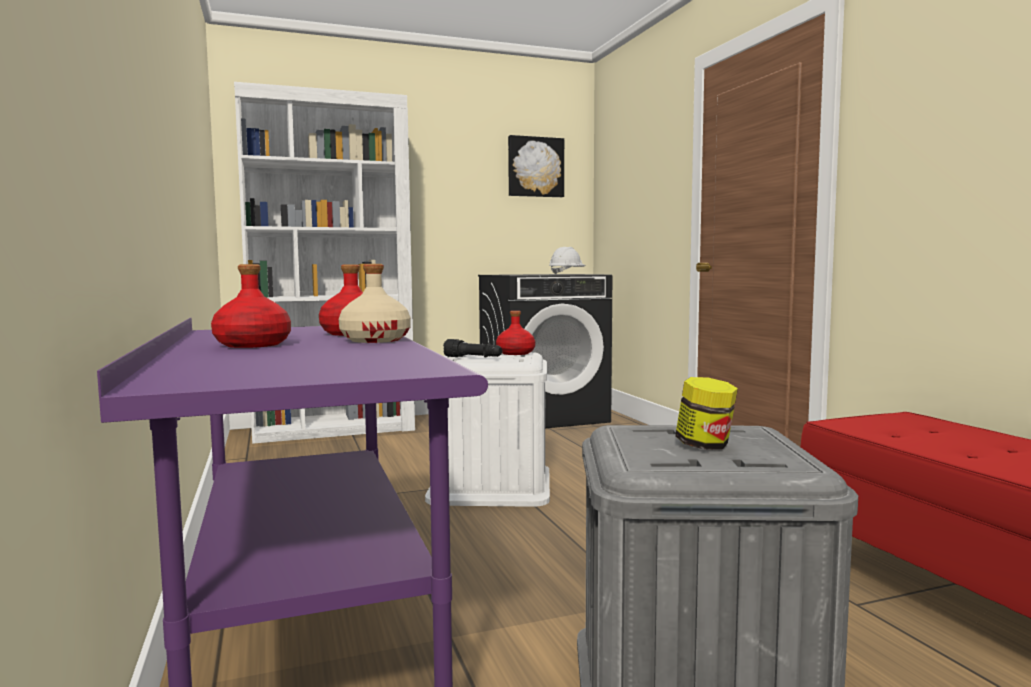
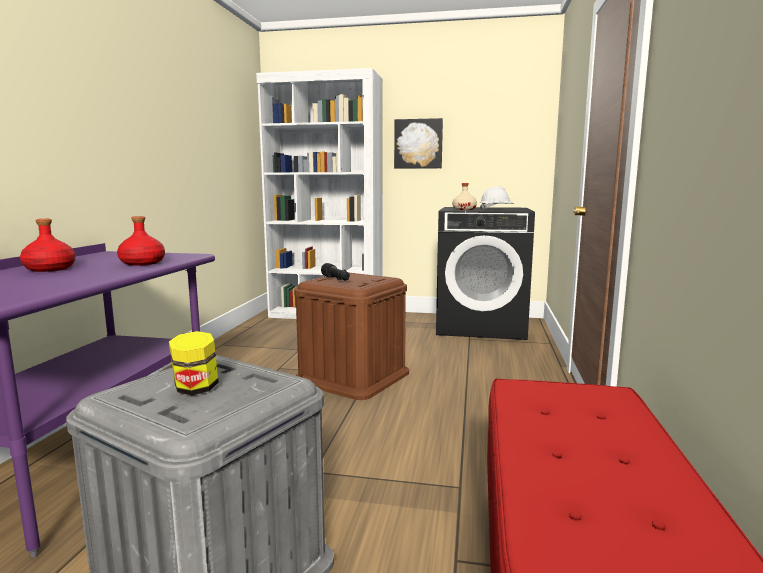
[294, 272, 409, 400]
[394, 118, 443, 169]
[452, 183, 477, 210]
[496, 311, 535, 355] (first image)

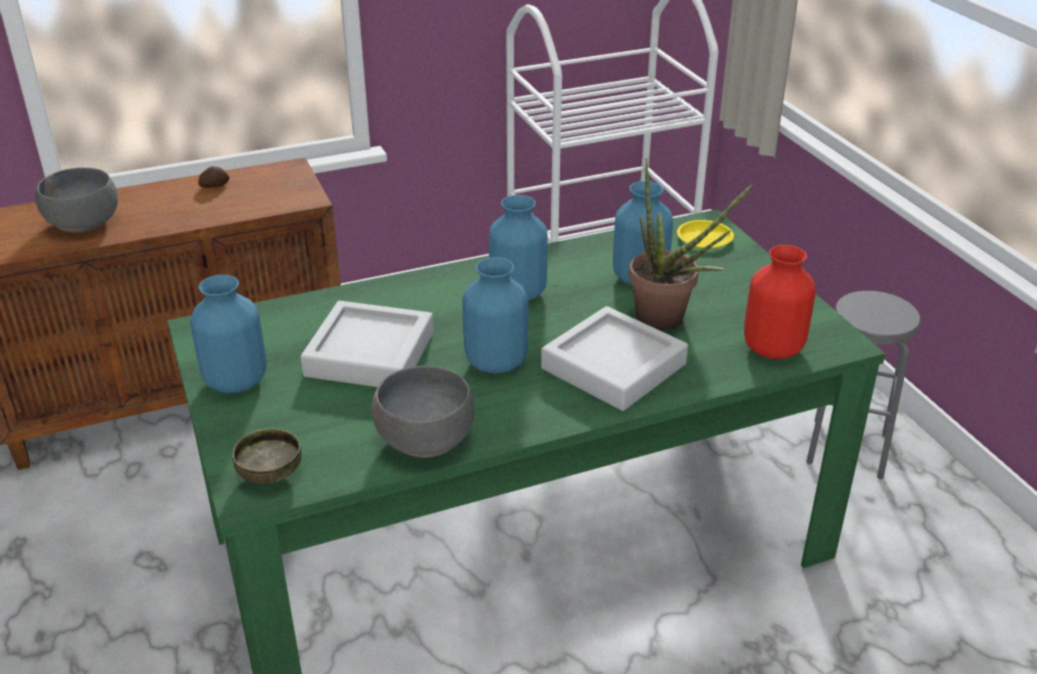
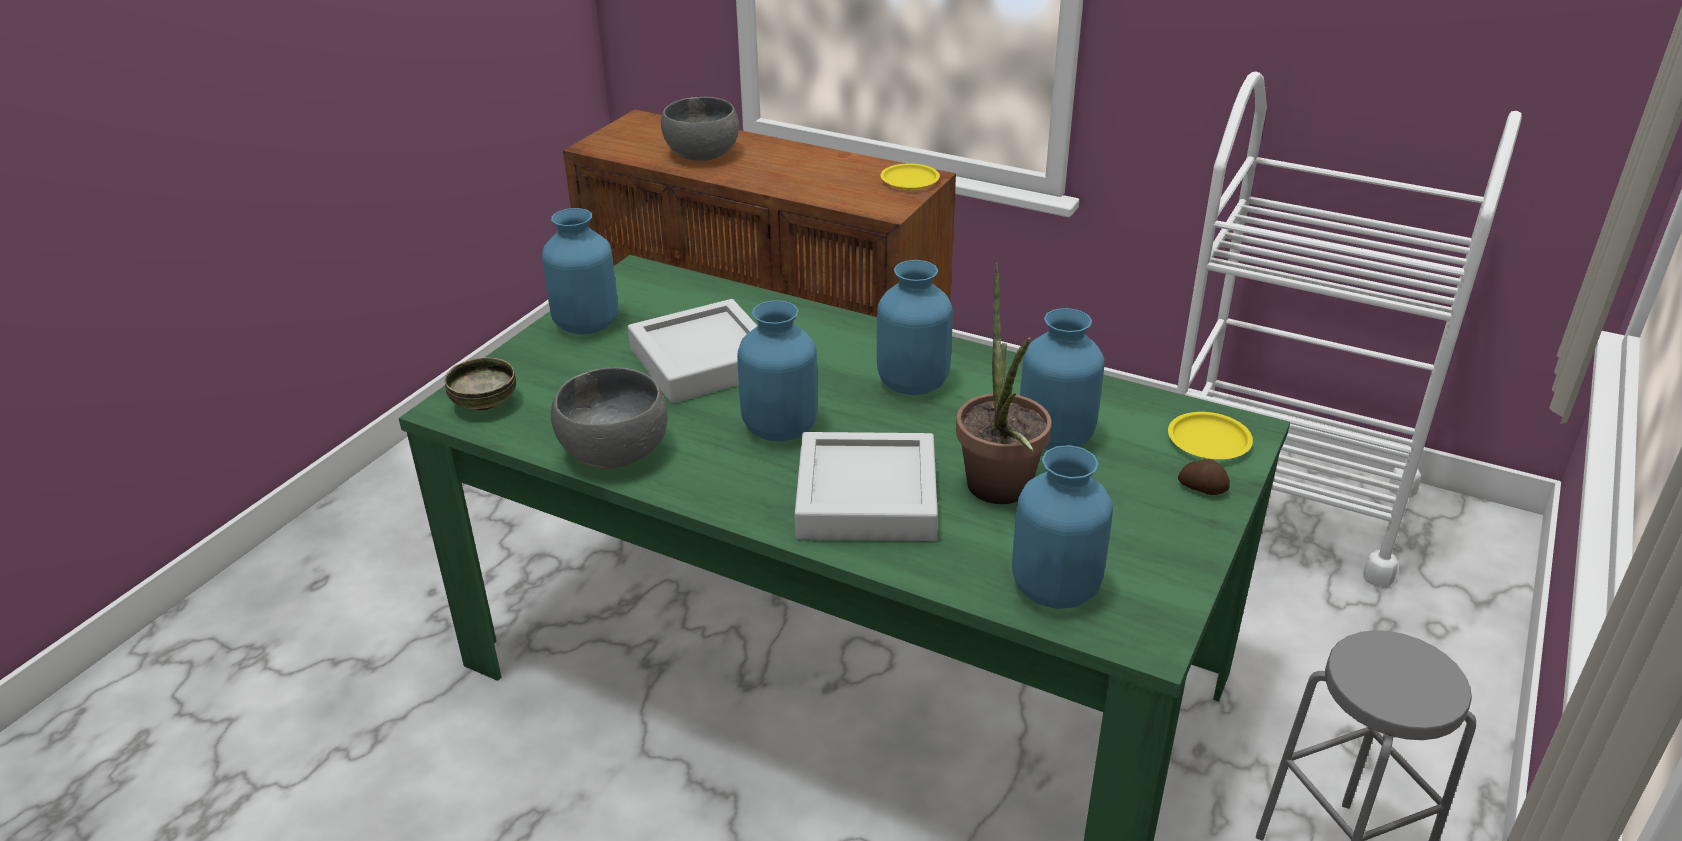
[880, 163, 940, 189]
[1012, 445, 1113, 609]
[1178, 459, 1230, 495]

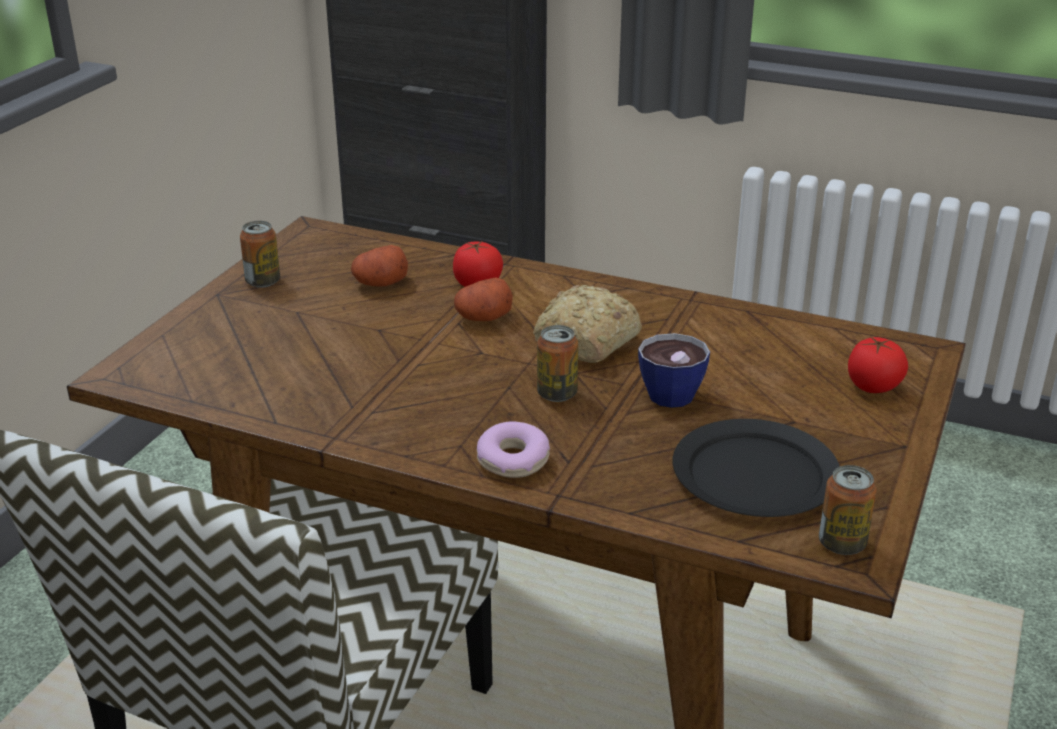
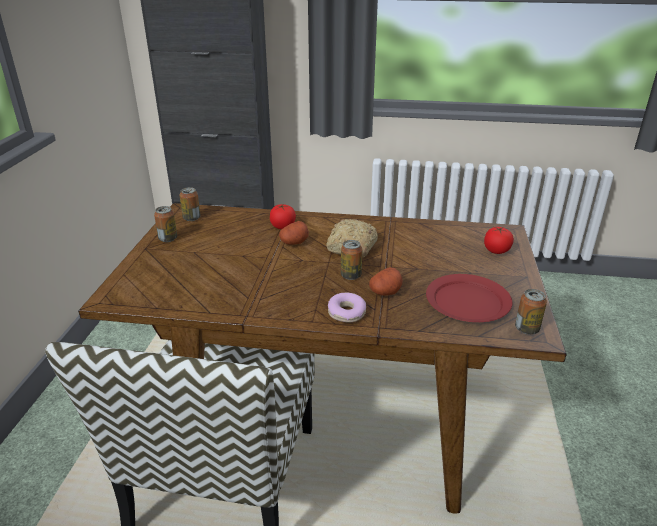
[179, 187, 201, 221]
[369, 267, 403, 296]
[426, 274, 513, 322]
[638, 333, 710, 408] (first image)

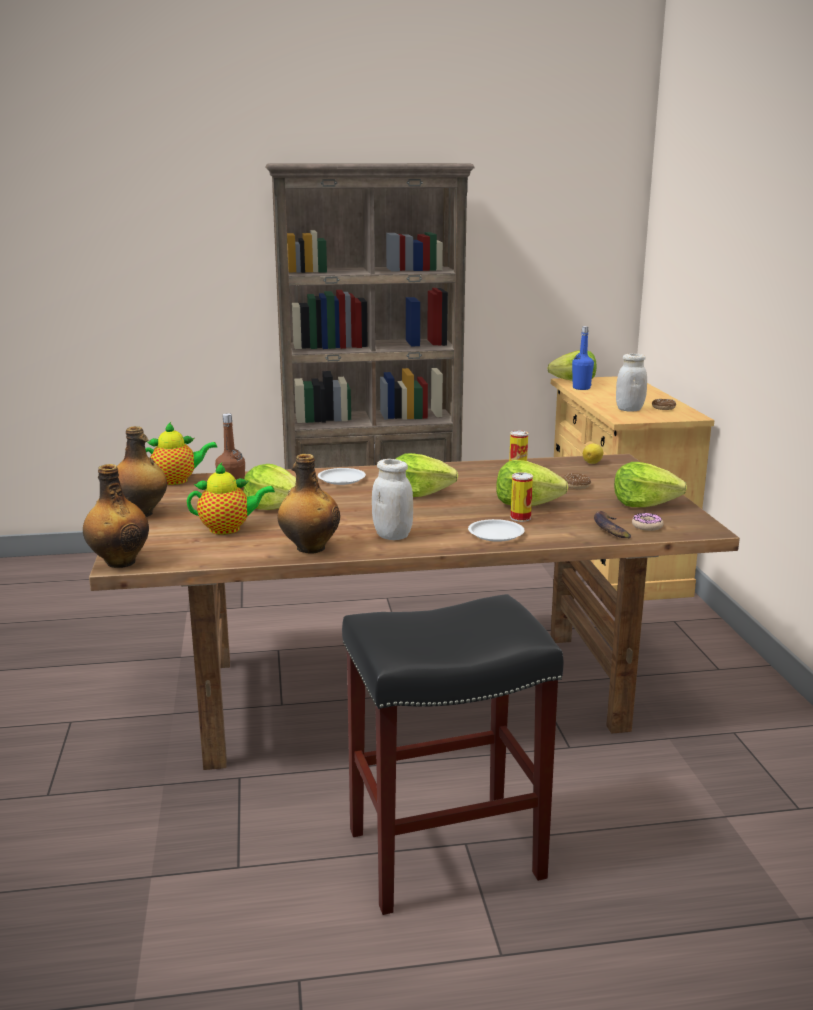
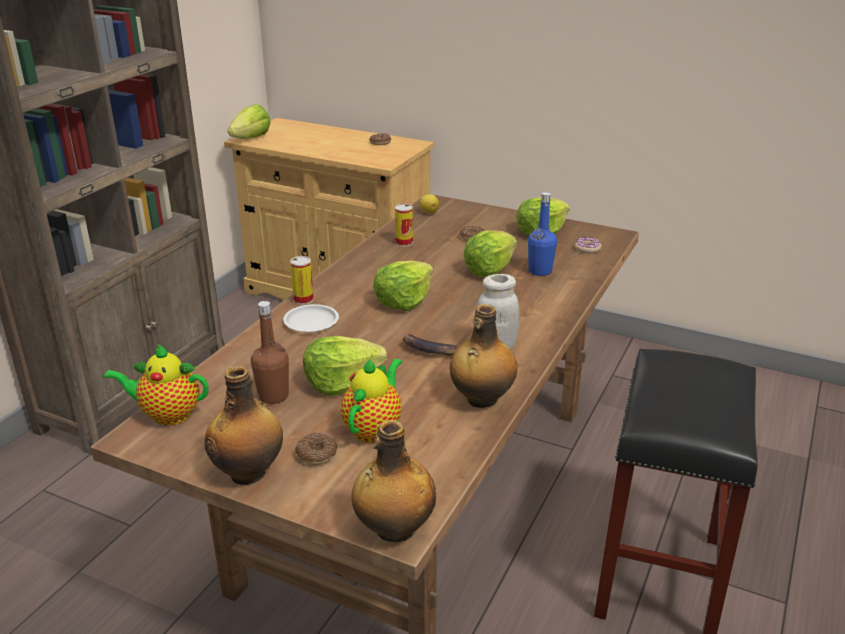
[103, 344, 209, 426]
[290, 256, 314, 305]
[295, 433, 337, 465]
[403, 334, 458, 355]
[528, 192, 557, 276]
[468, 519, 525, 542] (first image)
[616, 354, 647, 412] (first image)

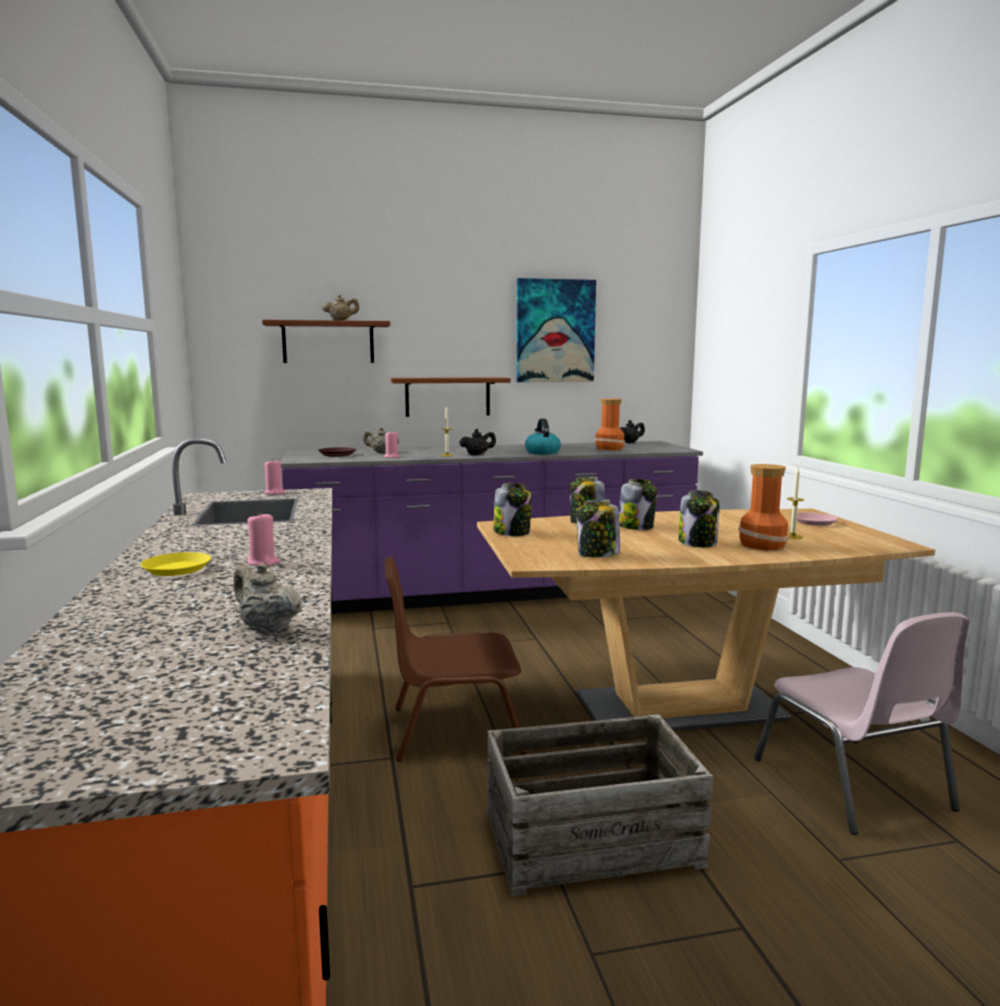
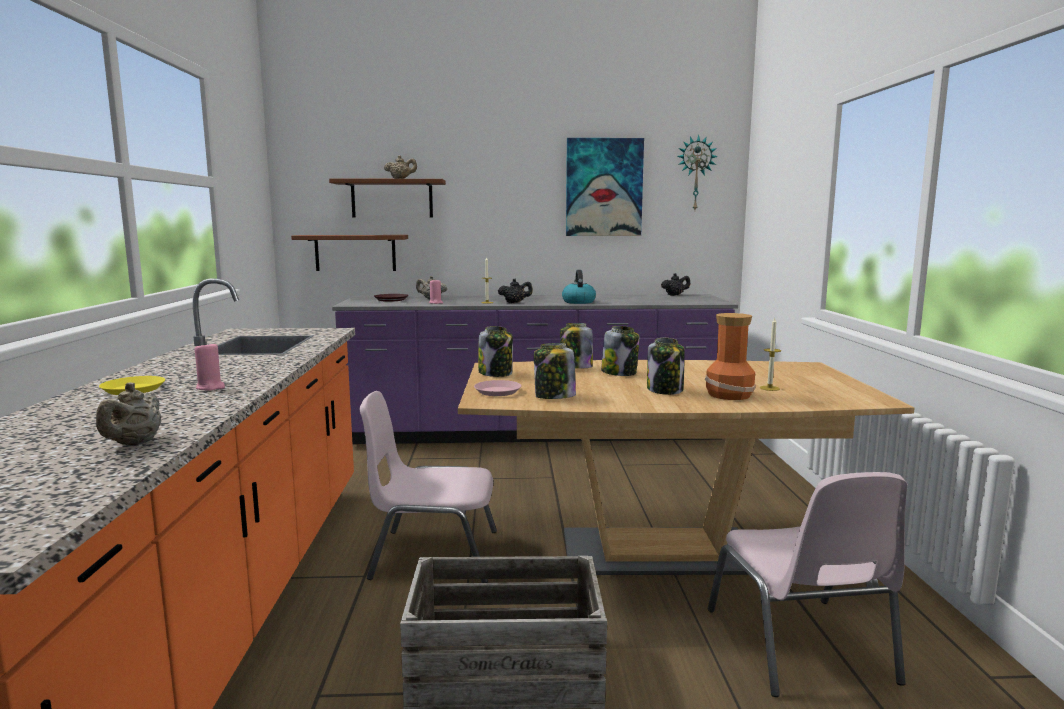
[96, 383, 161, 445]
[291, 235, 408, 271]
[360, 391, 497, 583]
[474, 380, 522, 396]
[677, 135, 718, 210]
[265, 459, 285, 495] (first image)
[595, 399, 625, 450] (first image)

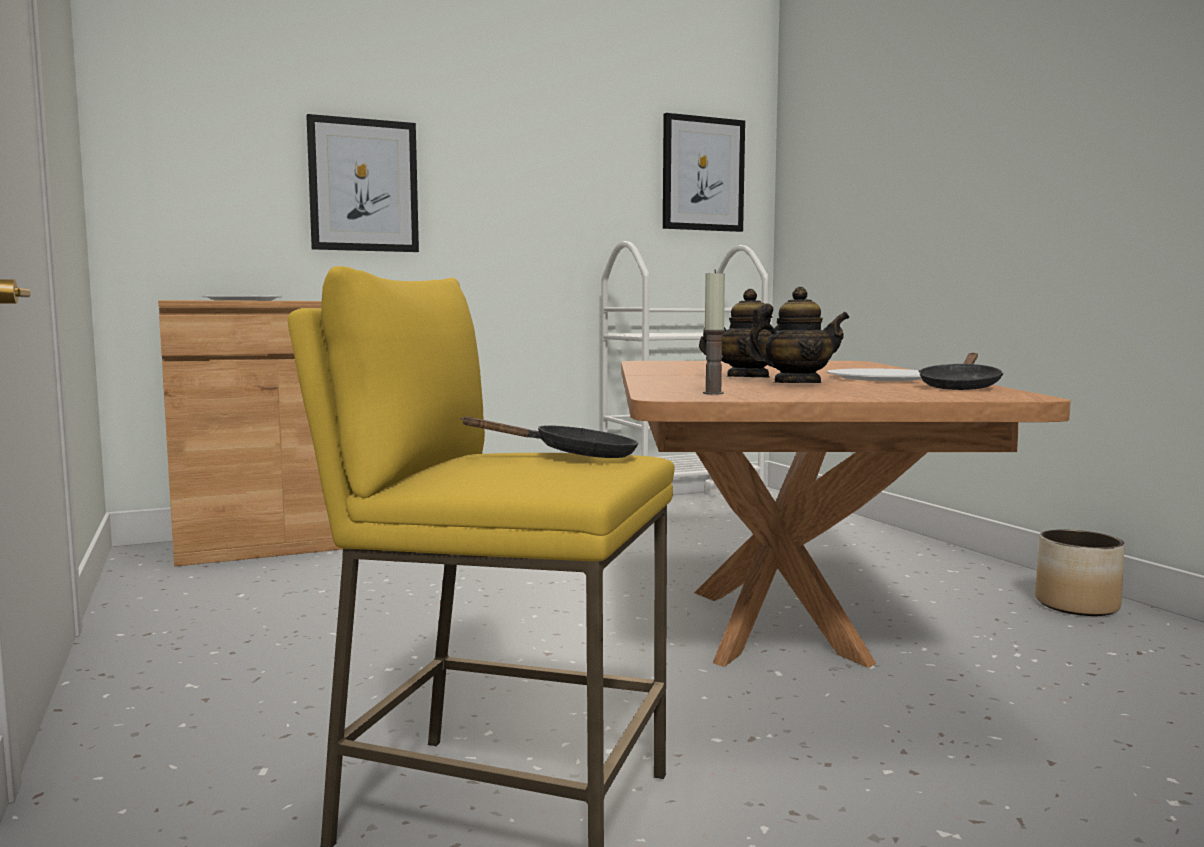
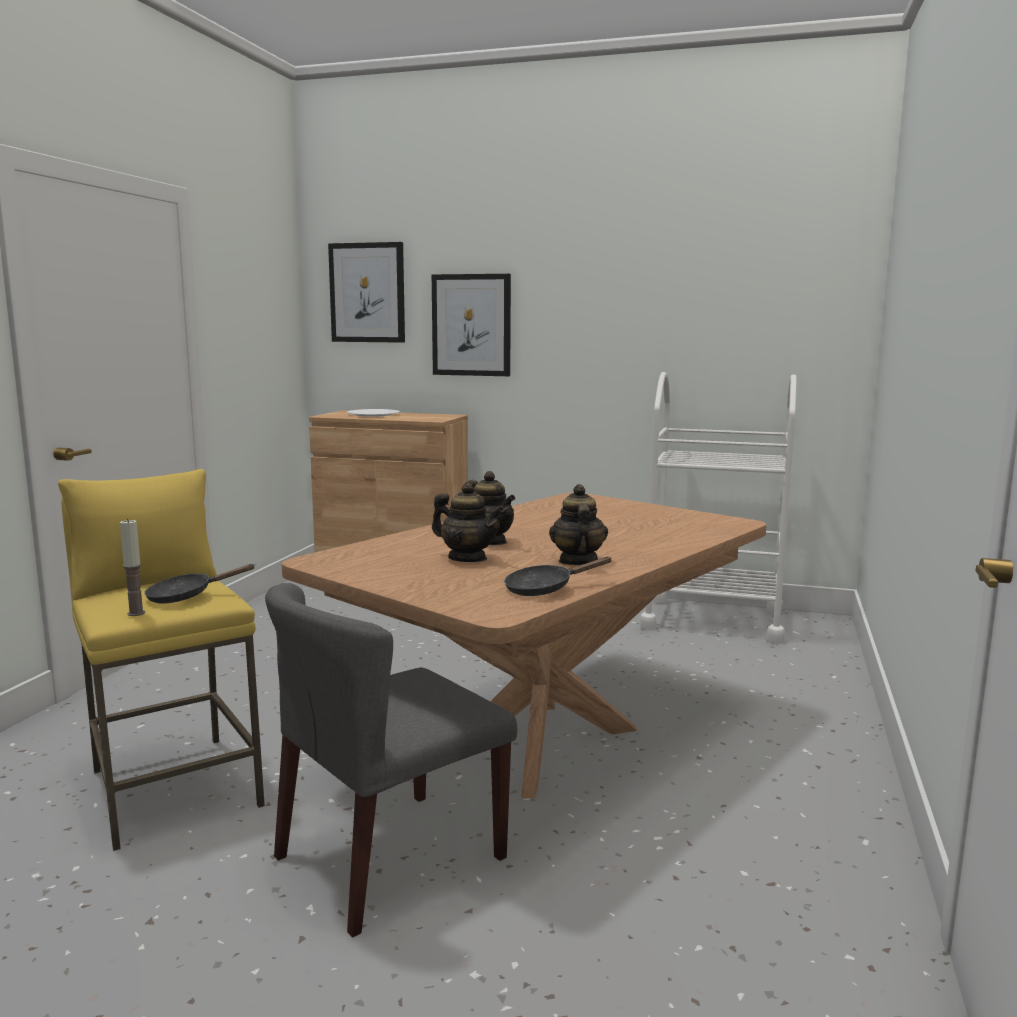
[120, 519, 145, 616]
[144, 564, 255, 604]
[265, 583, 517, 938]
[328, 242, 405, 343]
[549, 484, 608, 565]
[1035, 529, 1125, 616] (first image)

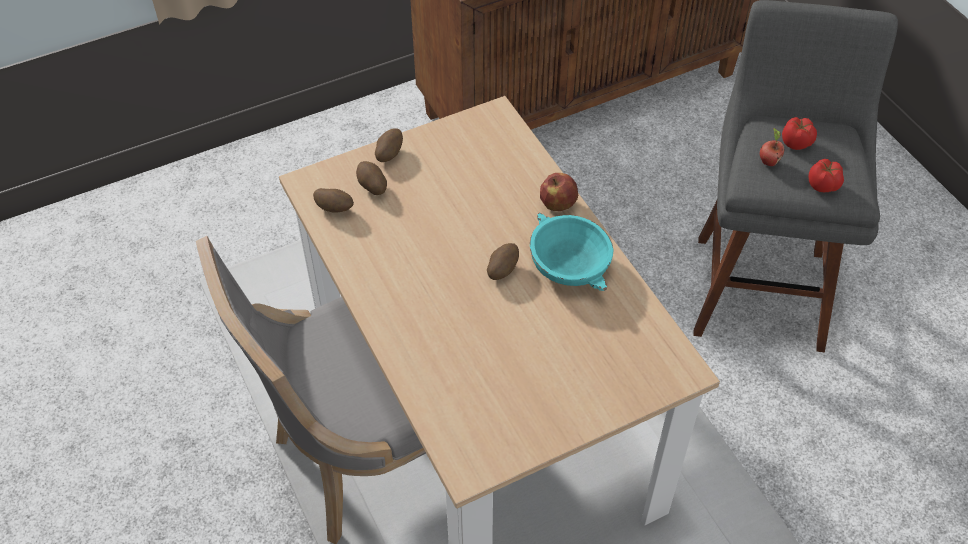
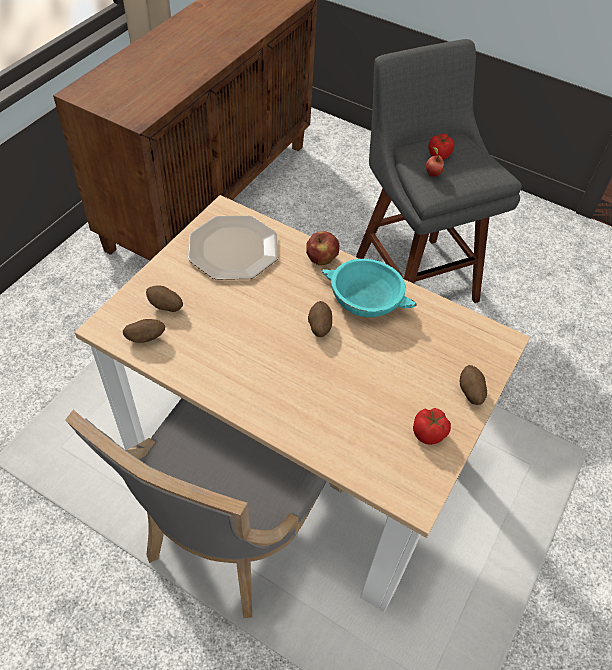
[188, 216, 278, 280]
[413, 408, 451, 445]
[460, 365, 487, 405]

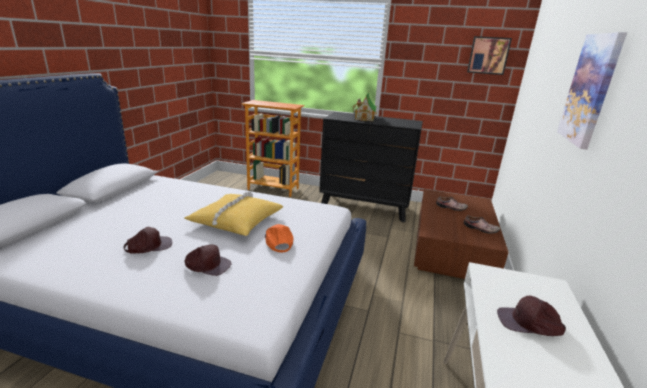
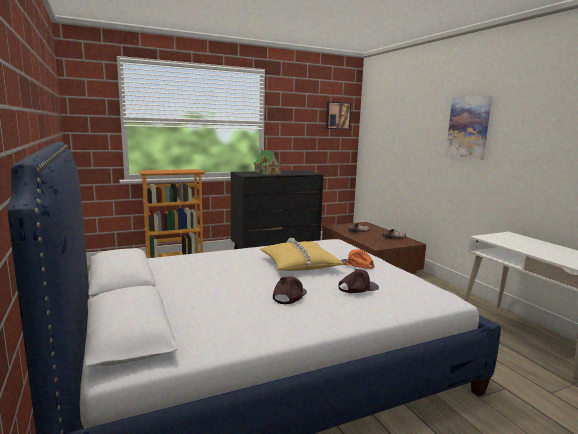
[497, 296, 566, 336] (first image)

